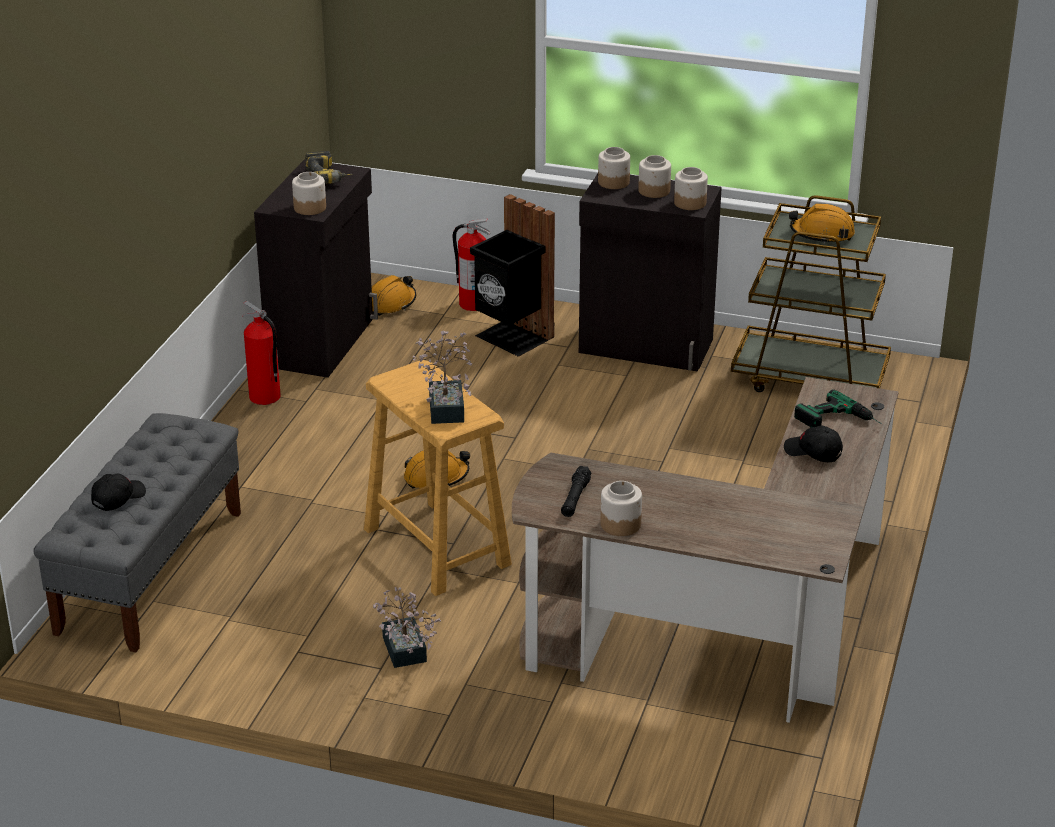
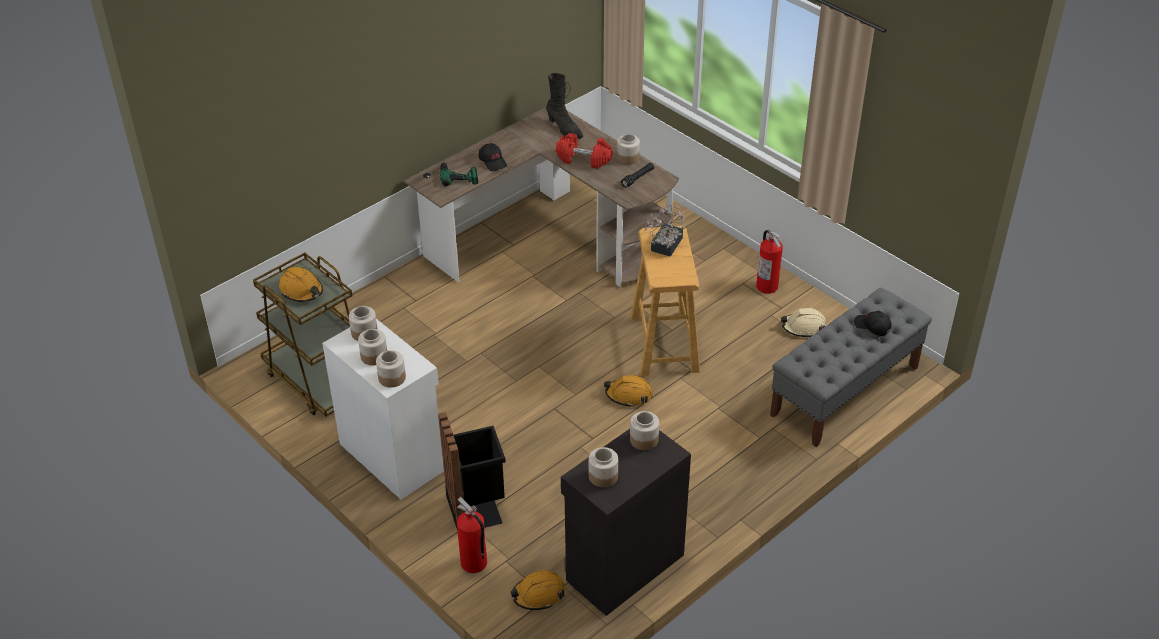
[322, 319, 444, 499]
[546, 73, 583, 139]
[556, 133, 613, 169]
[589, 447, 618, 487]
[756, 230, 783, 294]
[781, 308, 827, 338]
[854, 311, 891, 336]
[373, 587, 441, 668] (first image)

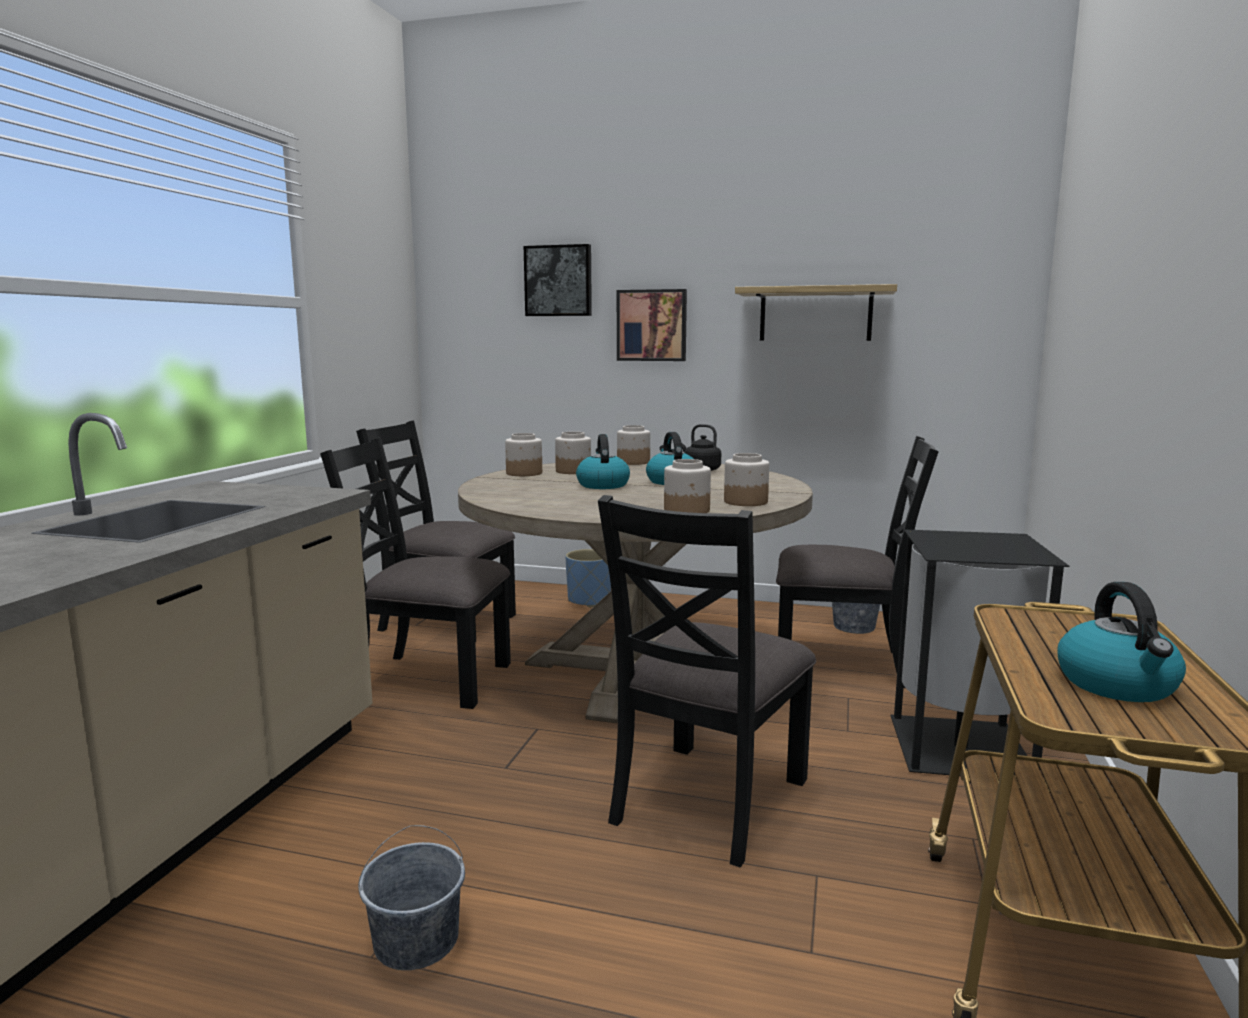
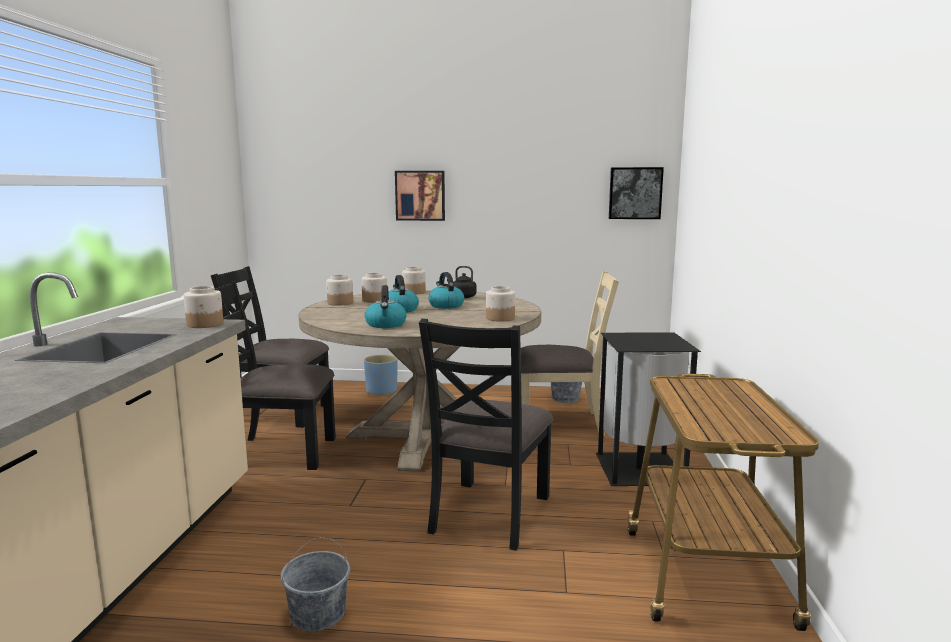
[184, 286, 223, 328]
[364, 285, 407, 328]
[521, 271, 619, 436]
[609, 167, 664, 219]
[735, 284, 897, 341] (first image)

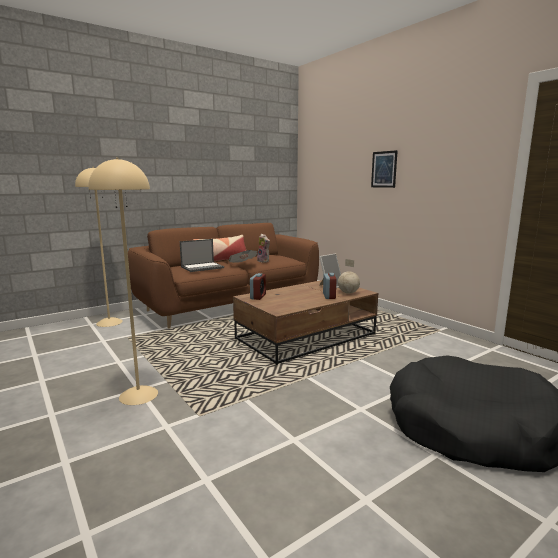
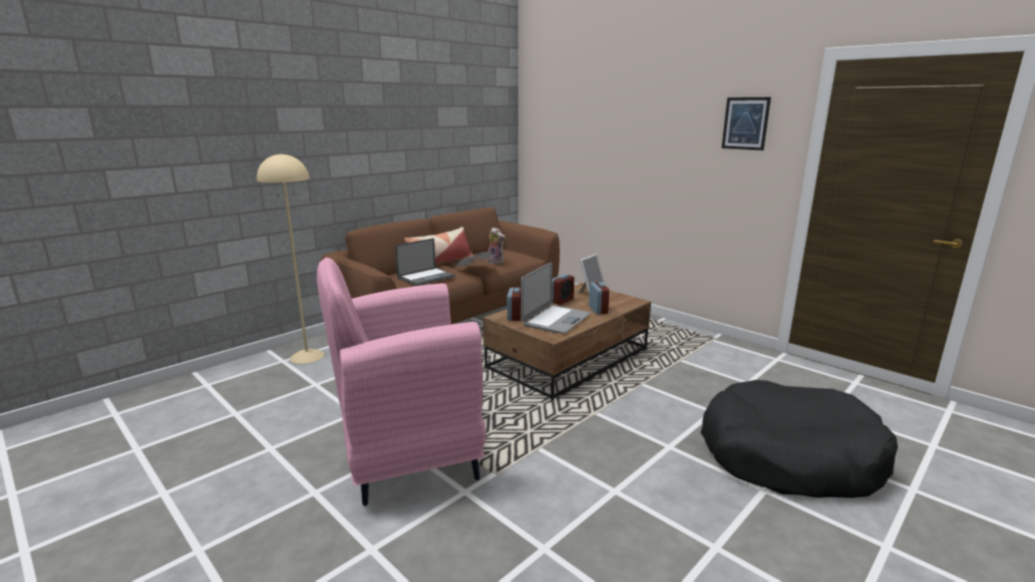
[317, 257, 486, 506]
[521, 263, 591, 333]
[552, 274, 574, 305]
[722, 97, 771, 150]
[338, 259, 360, 294] (first image)

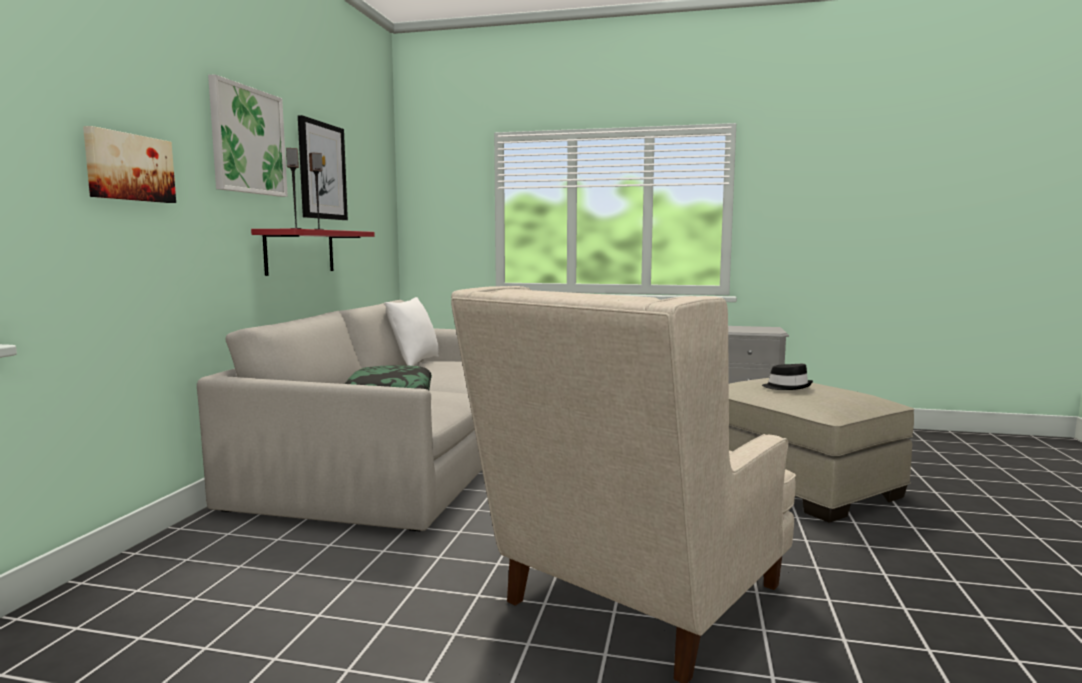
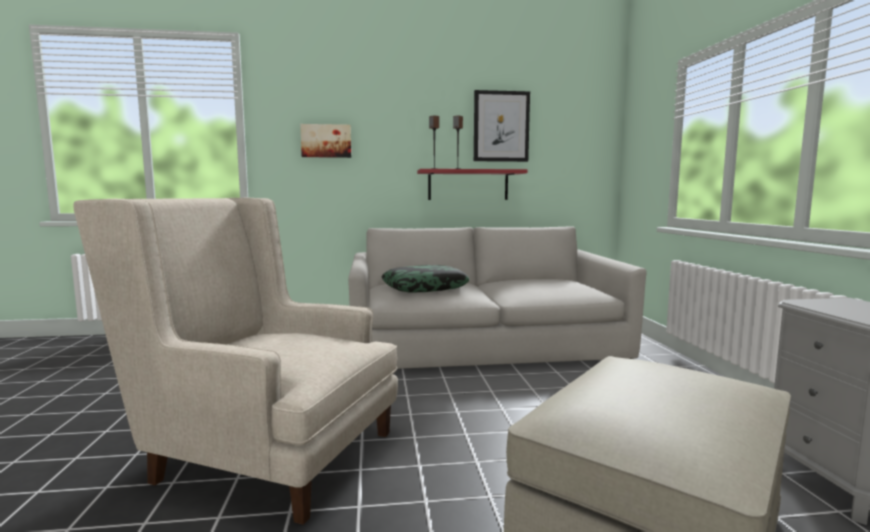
[208, 74, 288, 197] (first image)
[385, 297, 439, 366] (first image)
[762, 364, 813, 390] (first image)

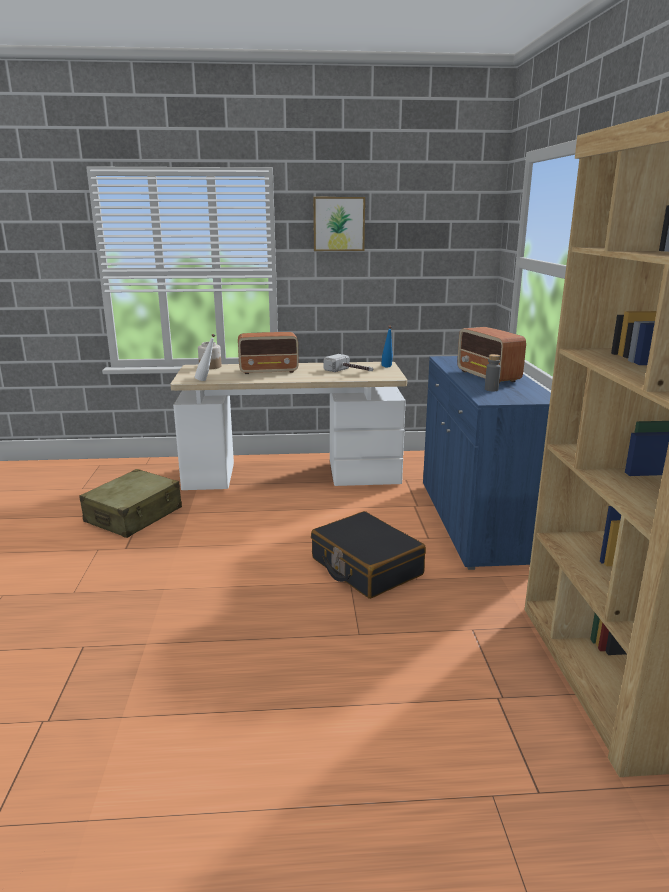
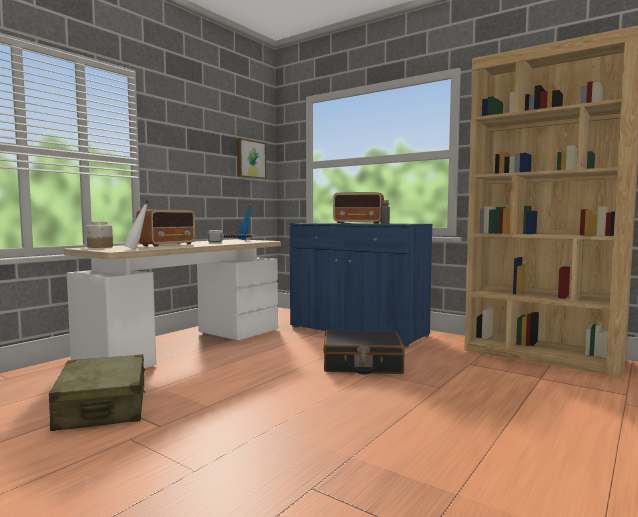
[237, 138, 266, 179]

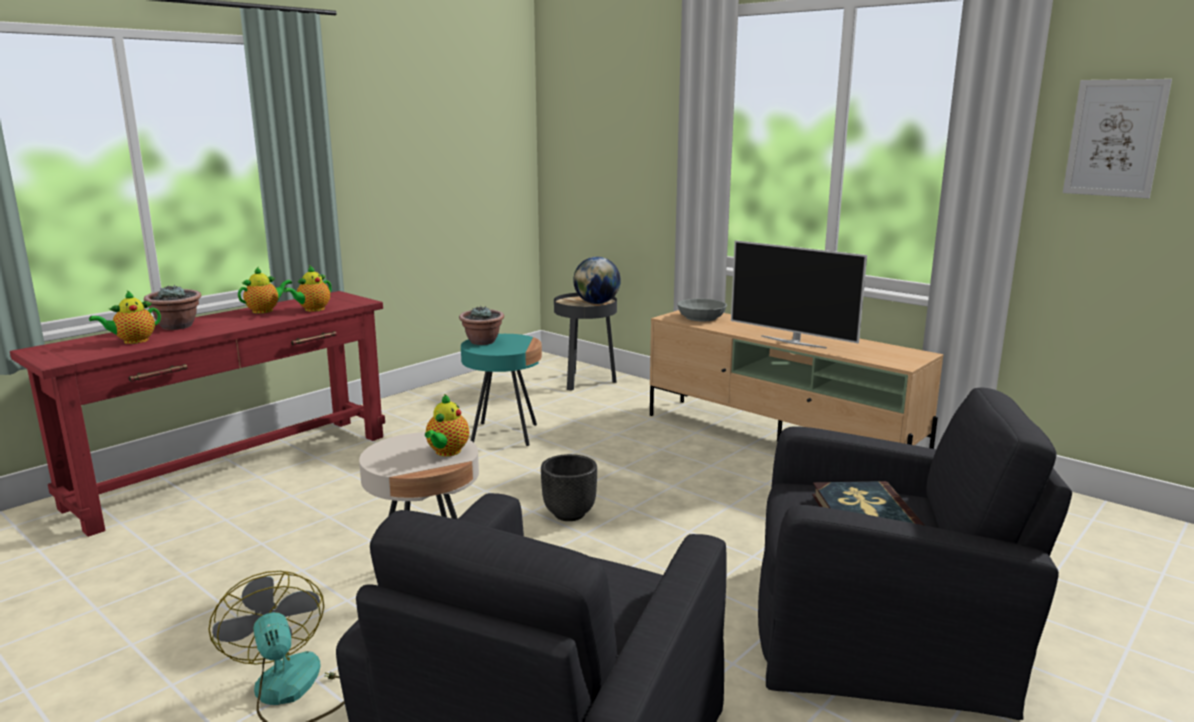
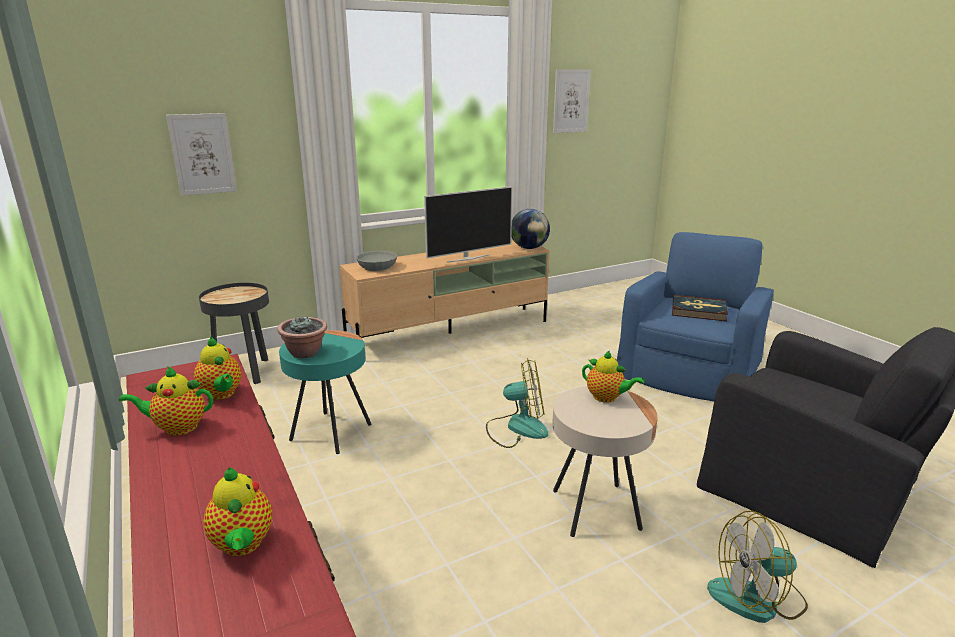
[119, 366, 213, 435]
[166, 113, 237, 196]
[486, 358, 548, 448]
[511, 209, 550, 249]
[617, 232, 774, 401]
[144, 285, 201, 330] (first image)

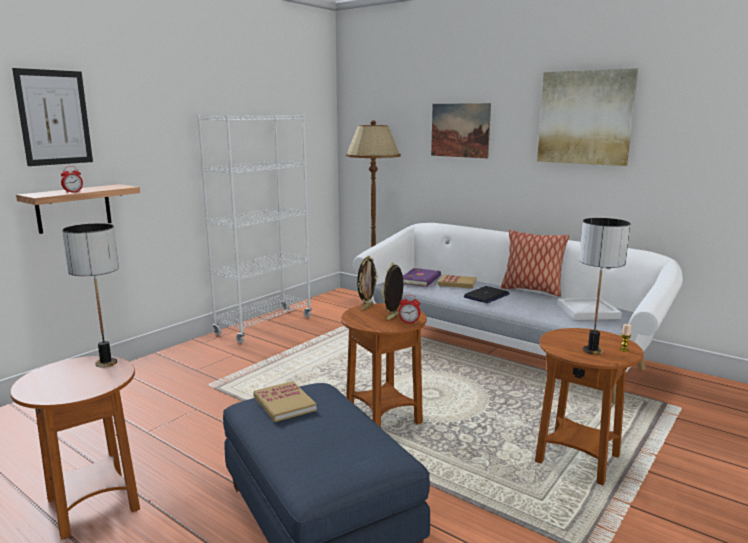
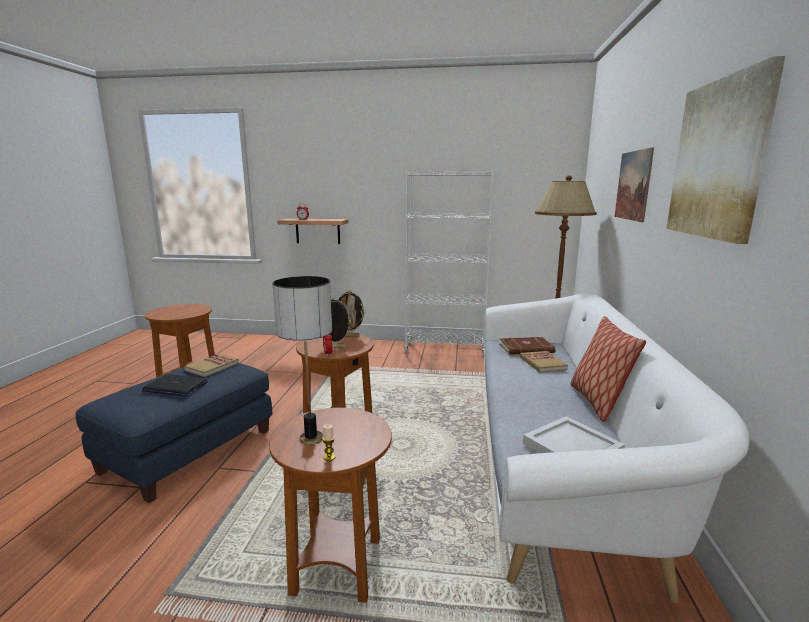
[142, 374, 208, 396]
[499, 337, 556, 355]
[12, 68, 93, 166] (first image)
[62, 223, 119, 368] (first image)

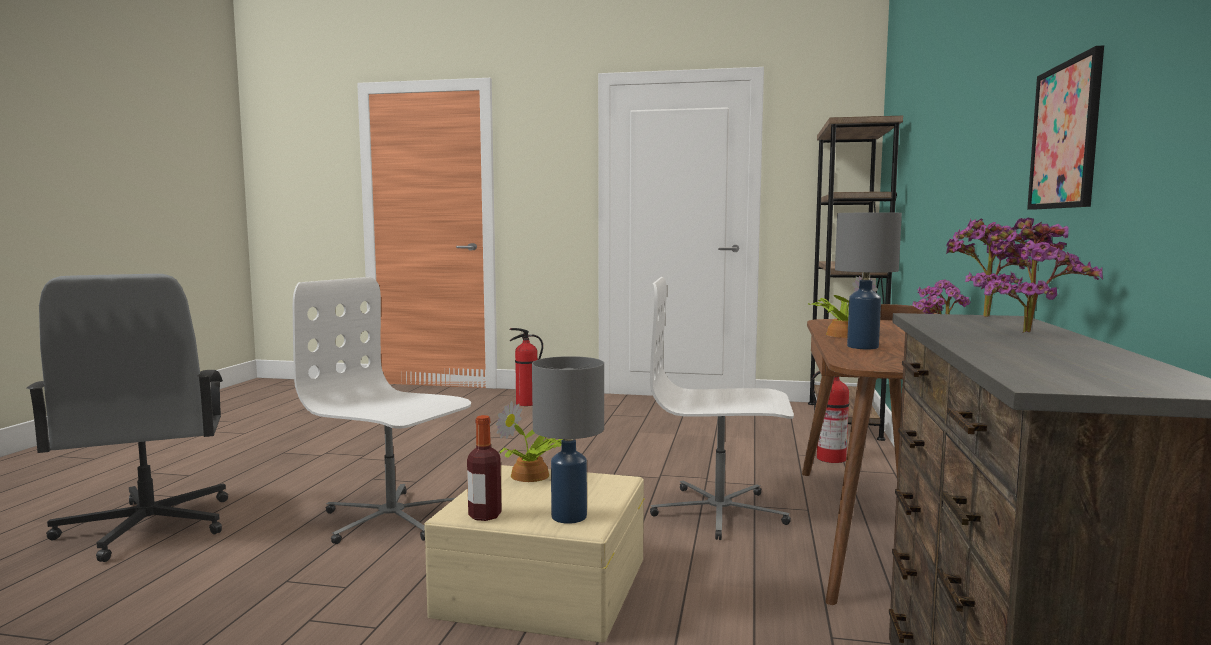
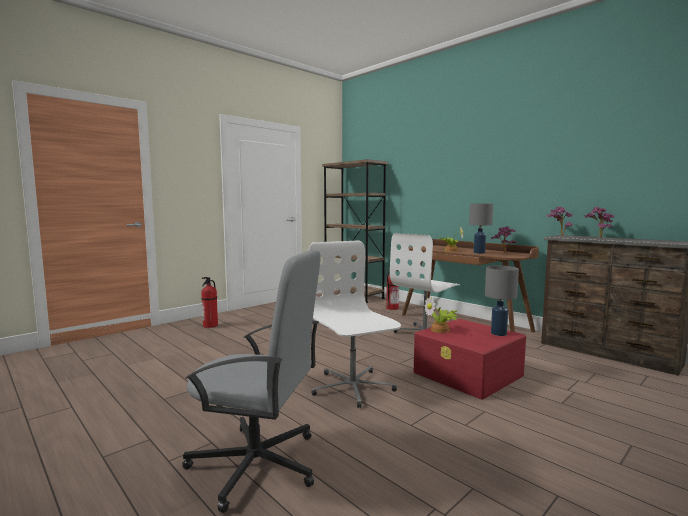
[309, 240, 401, 408]
[414, 319, 526, 400]
[467, 415, 502, 521] (first image)
[1027, 45, 1104, 210] (first image)

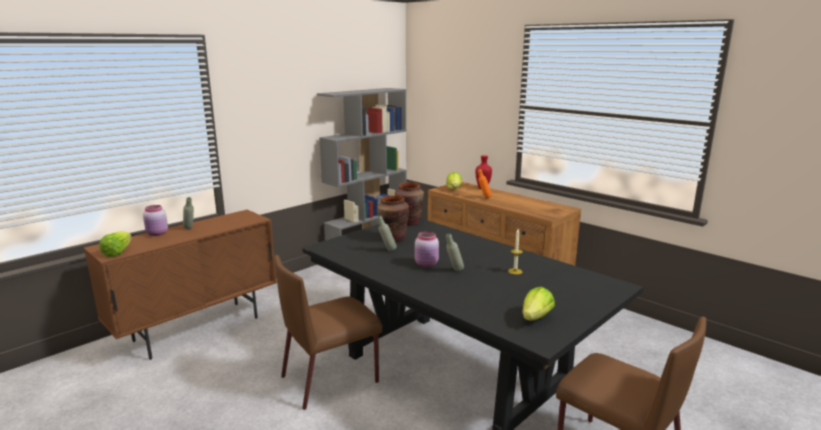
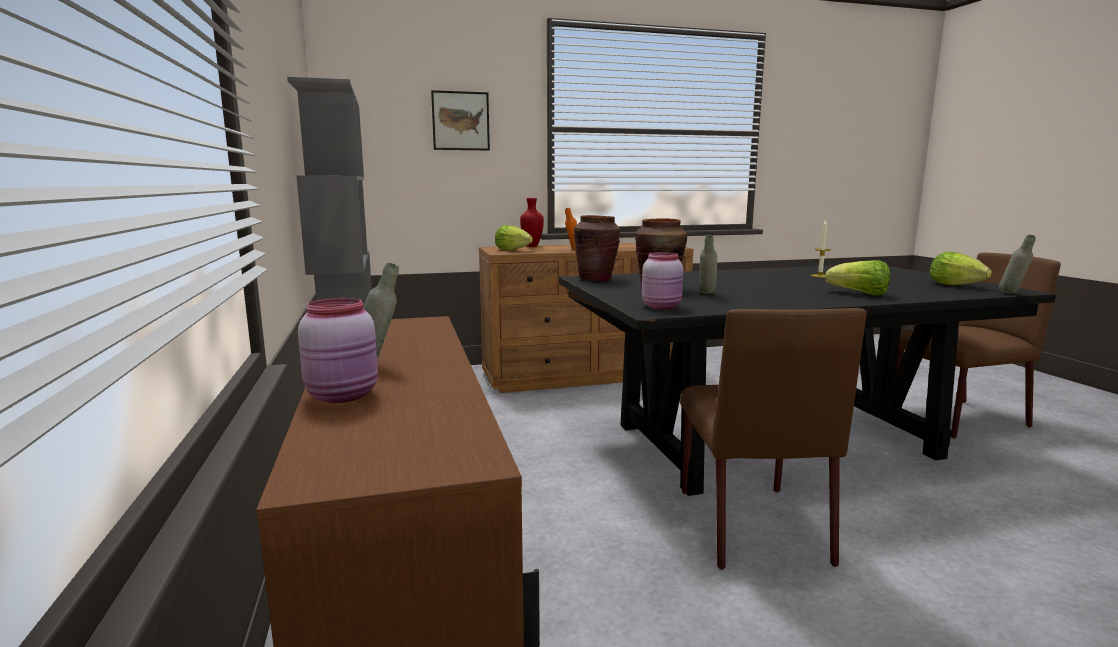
[431, 90, 490, 150]
[642, 252, 683, 310]
[825, 260, 890, 295]
[999, 235, 1036, 294]

